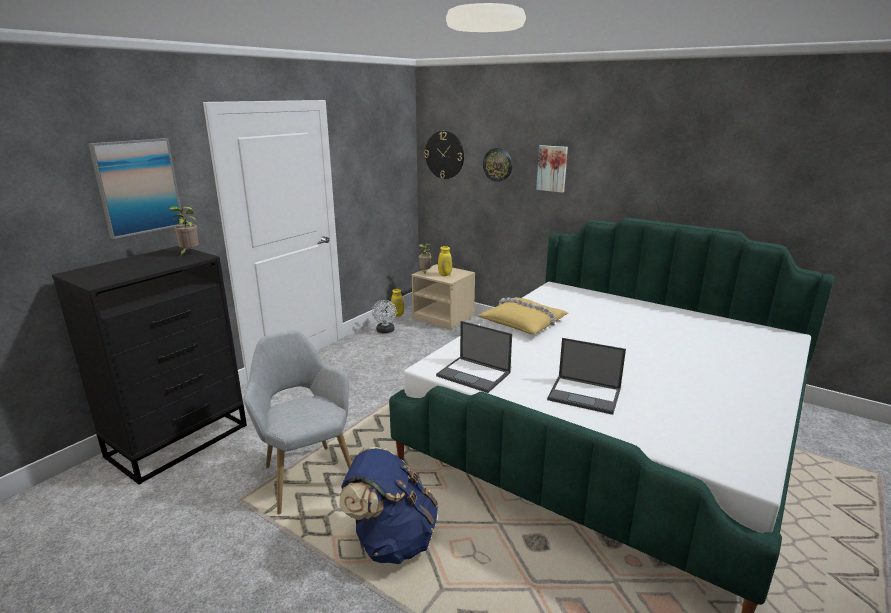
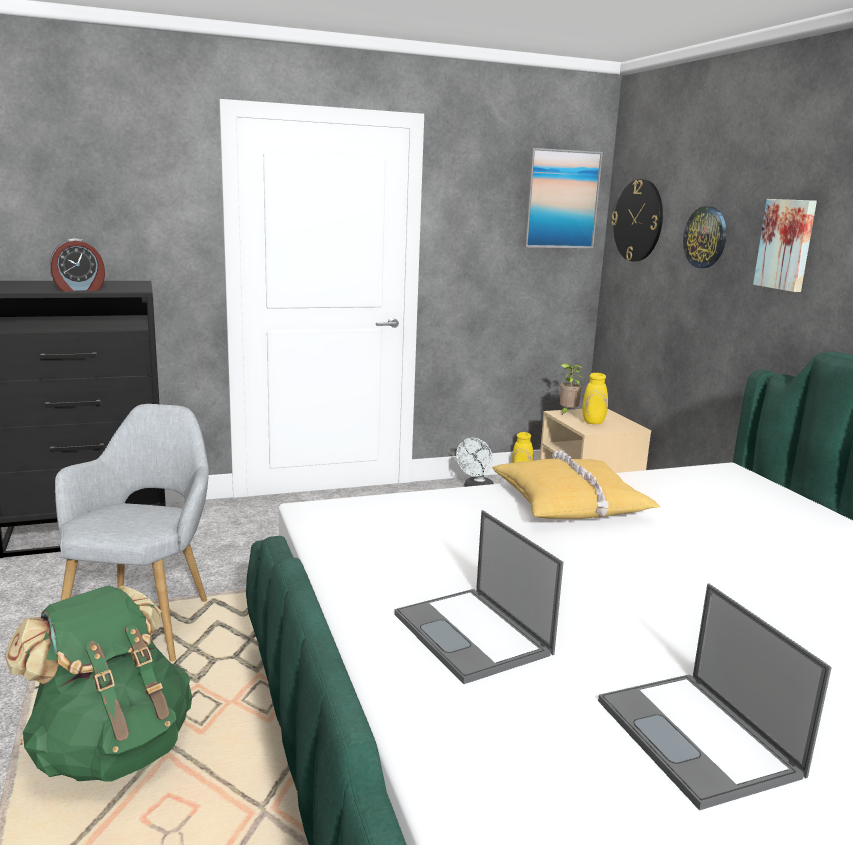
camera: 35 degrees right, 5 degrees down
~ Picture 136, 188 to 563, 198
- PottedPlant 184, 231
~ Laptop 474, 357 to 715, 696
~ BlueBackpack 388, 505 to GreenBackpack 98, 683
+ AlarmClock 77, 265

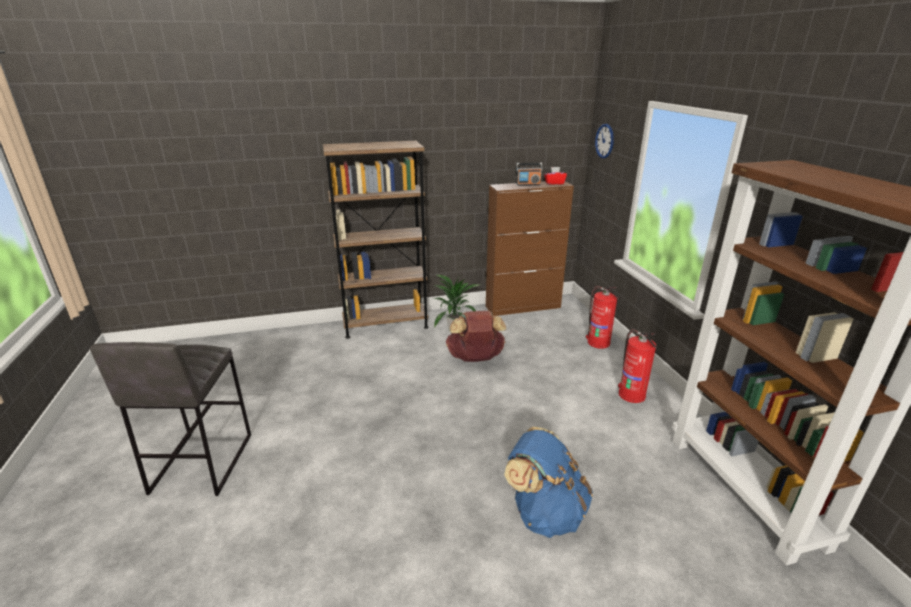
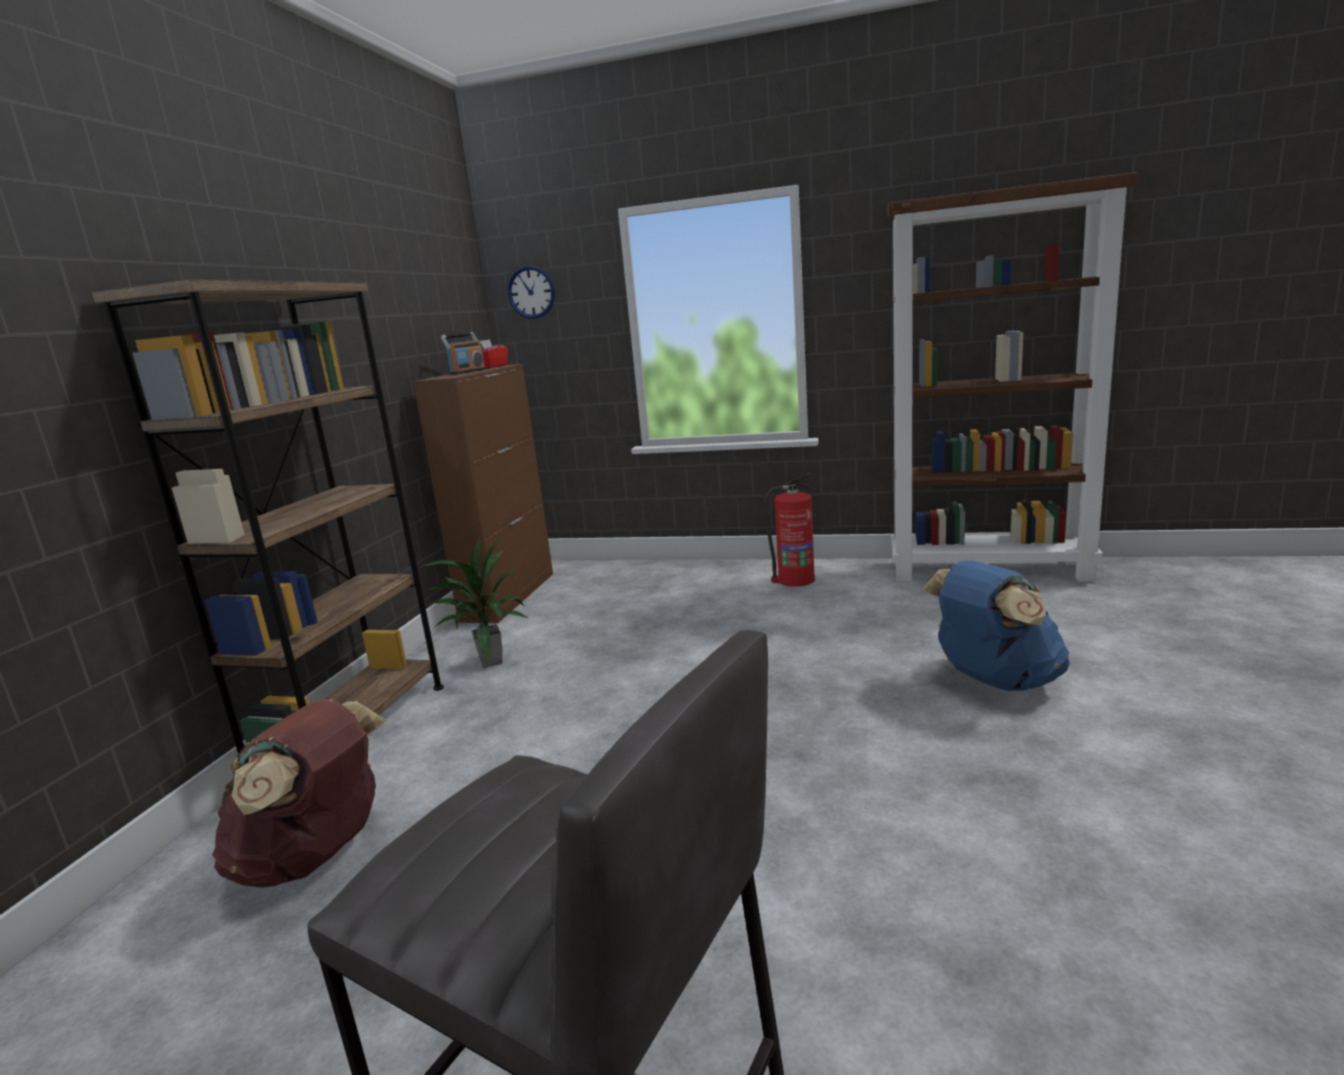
camera: 60 degrees left, 10 degrees down
- FireExtinguisher 602, 317
~ BrownBackpack 476, 336 to 299, 793

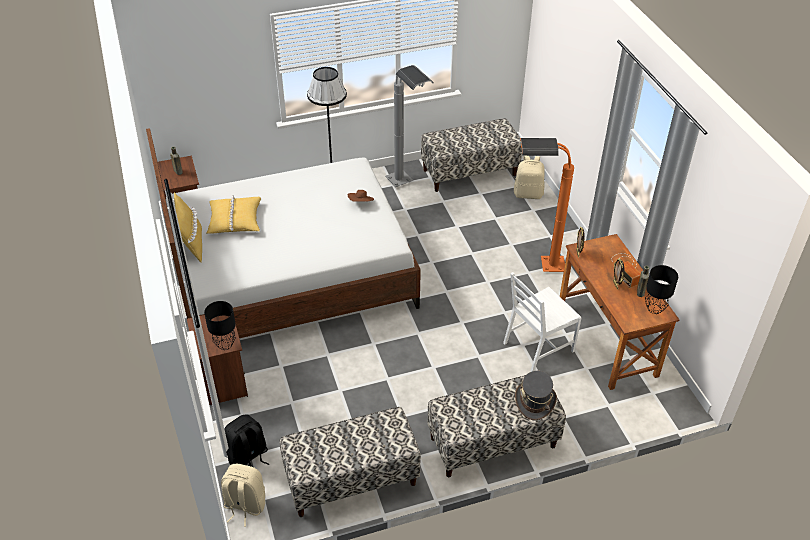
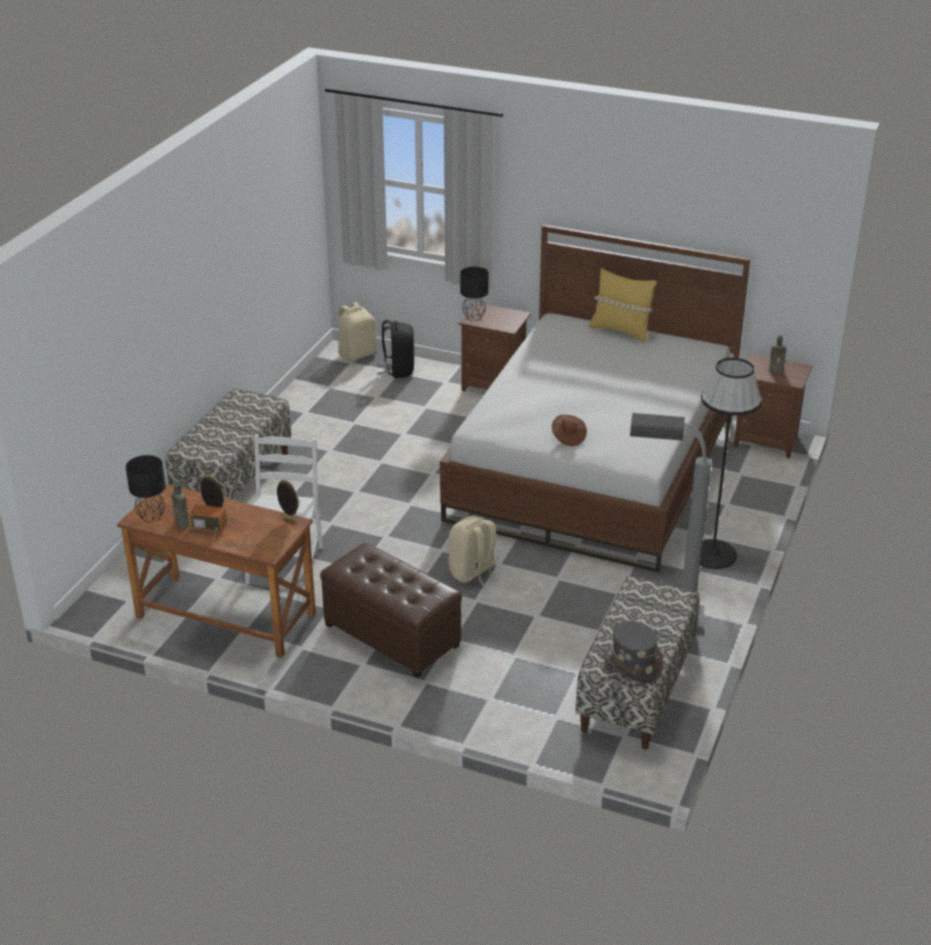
camera: 130 degrees right, 10 degrees down
~ OrangeFloorLamp 547, 205 to BrownOttoman 391, 610
~ BeigeBackpack 529, 177 to 475, 551
- YellowPillow 233, 214
~ GreyHat 536, 395 to 633, 652
- Bench 350, 462

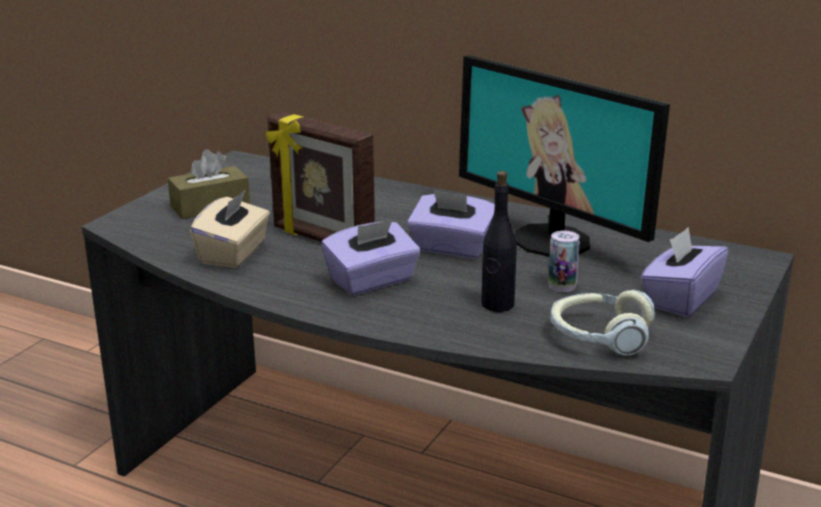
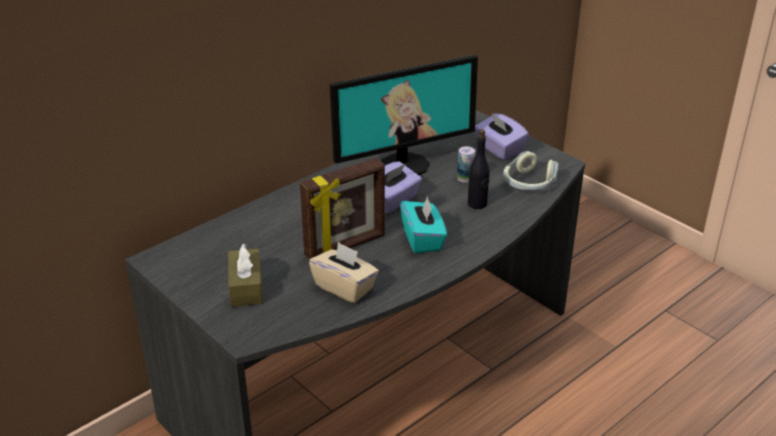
camera: 70 degrees left, 10 degrees up
~ PurpleTissueBox 371, 257 to TurquoiseTissueBox 423, 224

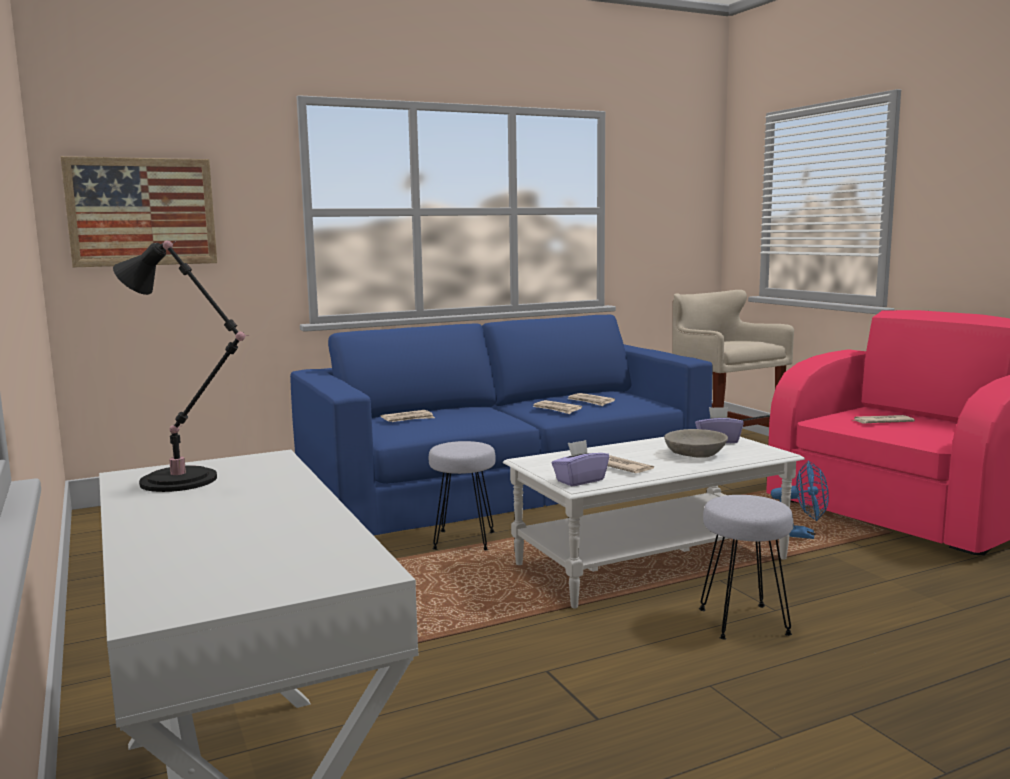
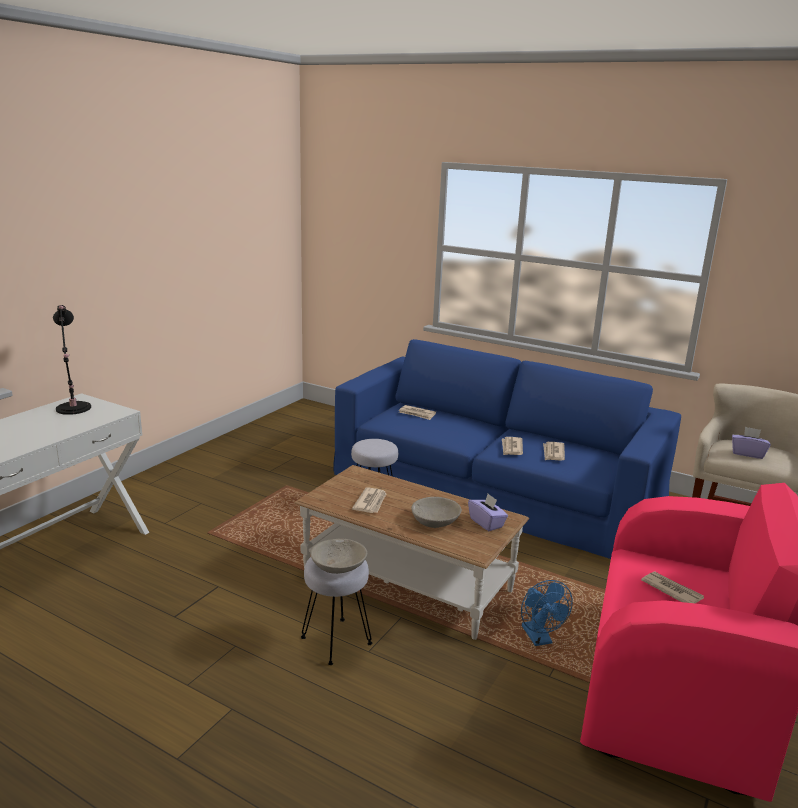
camera: 55 degrees right, 10 degrees up
- Picture 139, 211
~ WhiteCoffeeTable 654, 522 to BrownCoffeeTable 411, 552
~ PurpleTissueBox 580, 463 to 751, 443
+ GreyBowl 338, 556

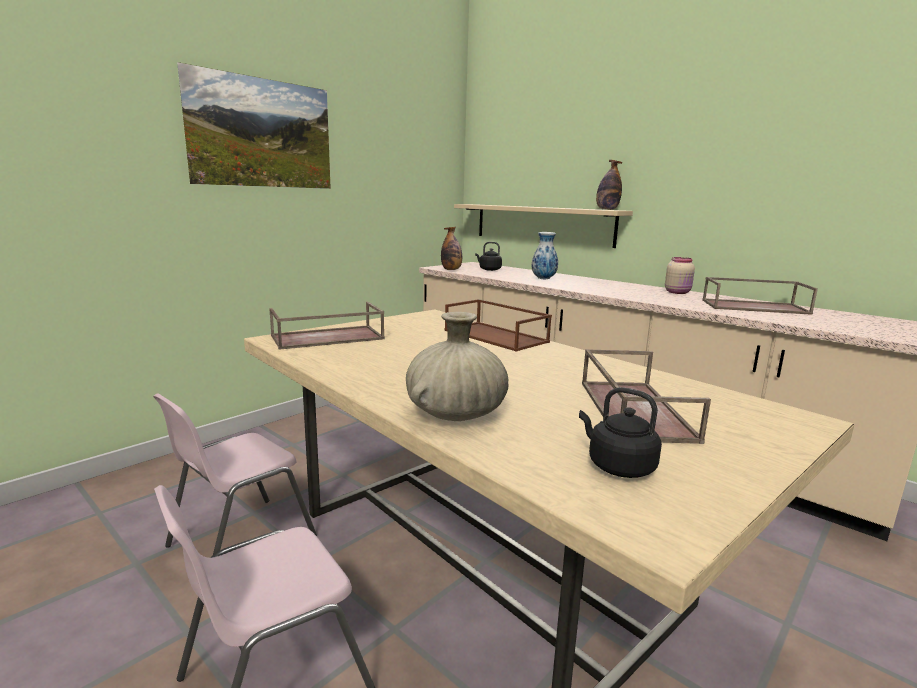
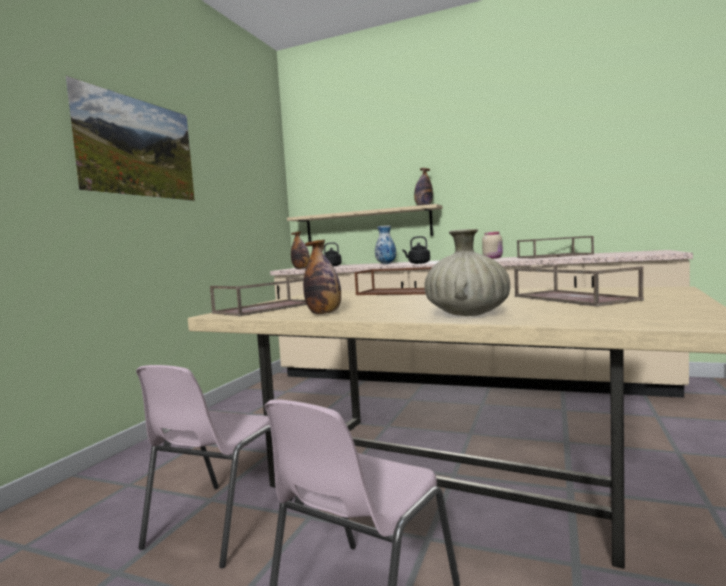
camera: 20 degrees left, 10 degrees down
~ BlackKettle 620, 432 to 416, 250
+ Bottle 322, 277

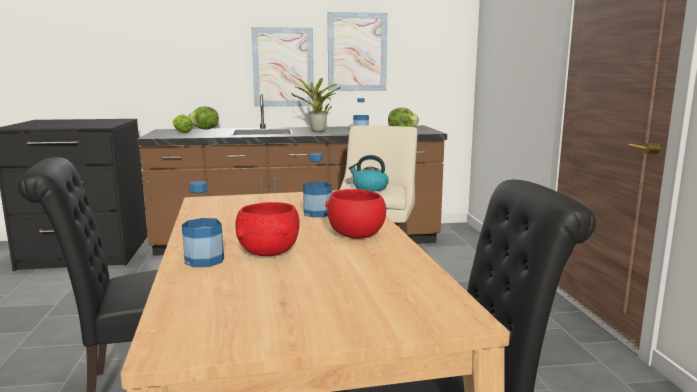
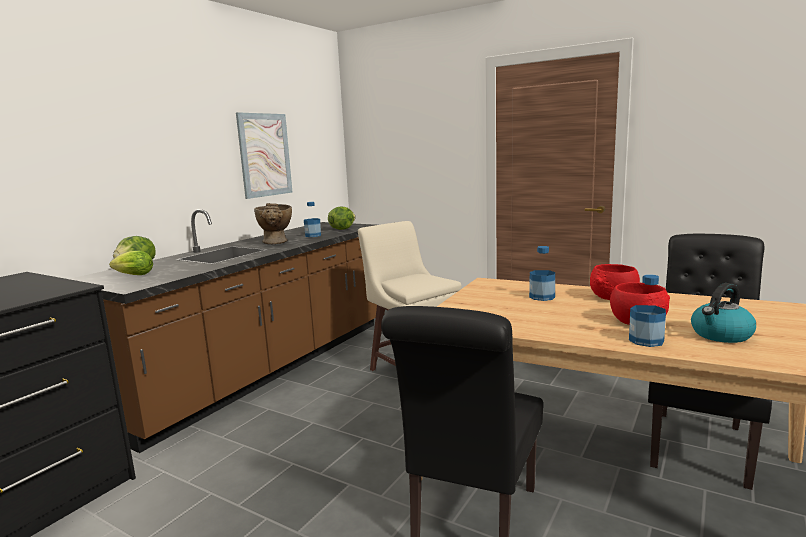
camera: 50 degrees left, 0 degrees up
- Picture 282, 67
~ PottedPlant 315, 105 to BeigeVase 273, 223
~ Kettle 369, 173 to 723, 313

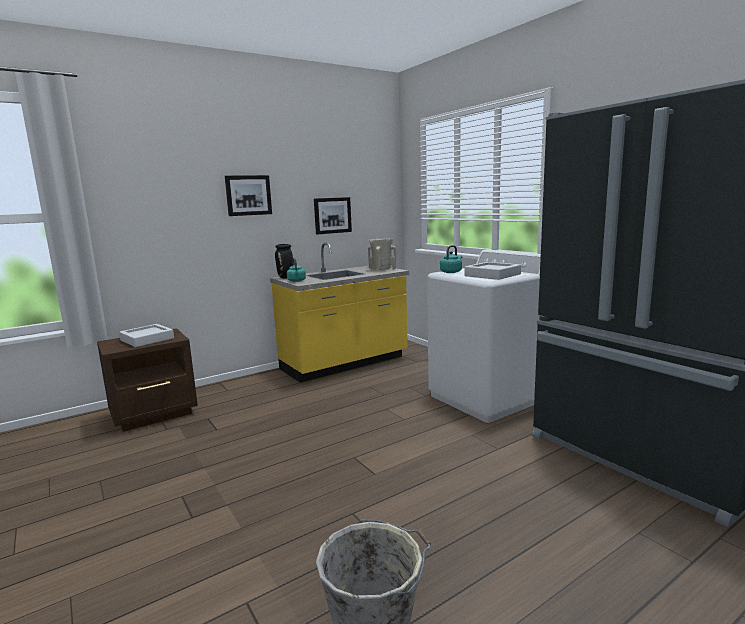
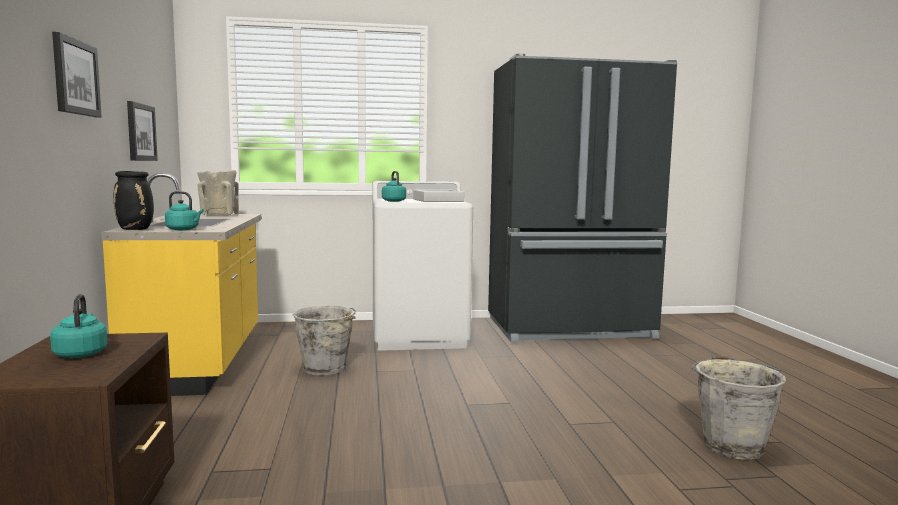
camera: 65 degrees left, 5 degrees down
~ GreyTray 146, 335 to TurquoiseKettle 79, 326
+ GreyBucket 324, 341

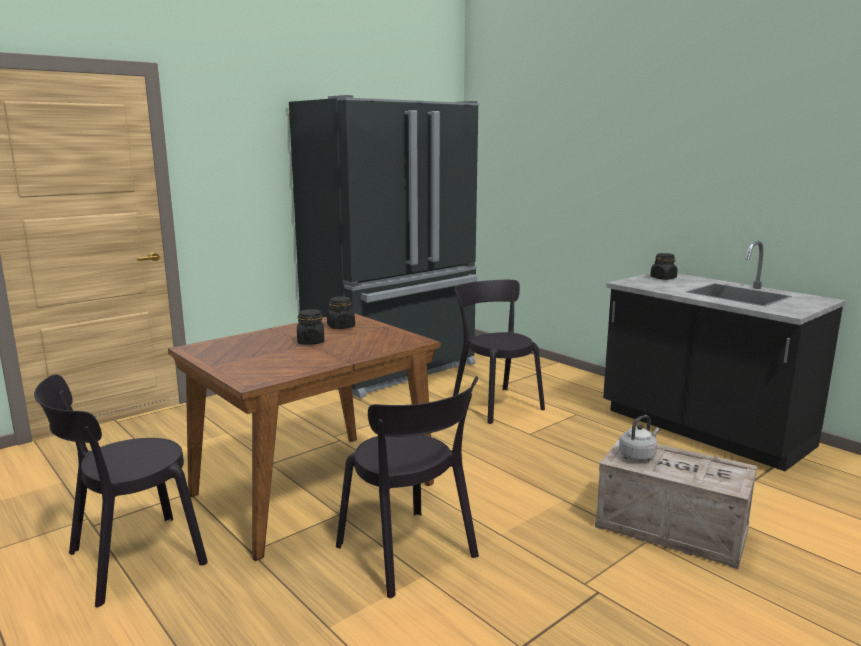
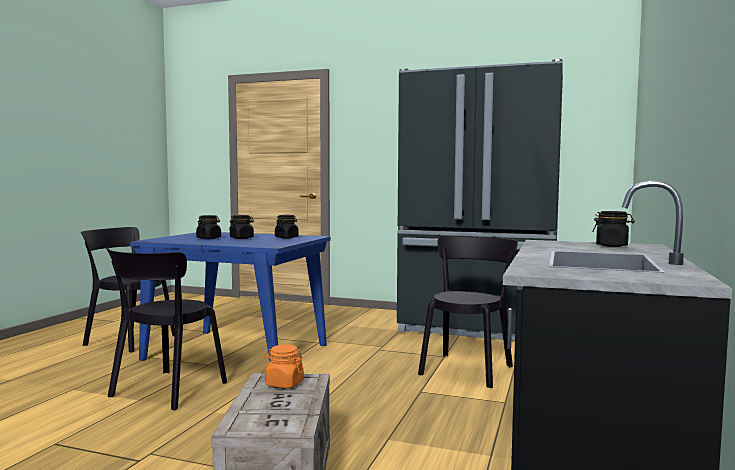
camera: 60 degrees right, 10 degrees down
~ BrownDiningTable 304, 437 to BlueDiningTable 230, 297
~ GreyKettle 639, 438 to OrangeJar 284, 366
+ BlackJar 208, 227

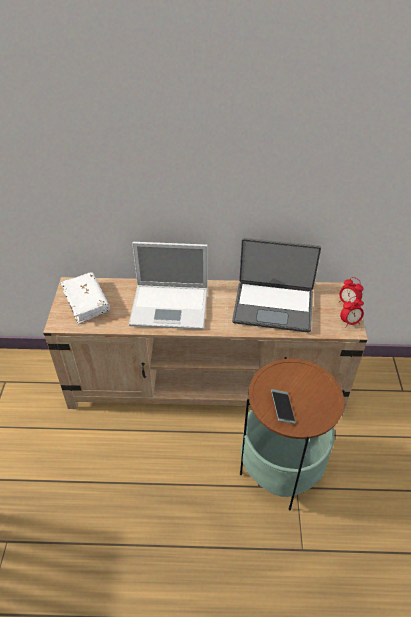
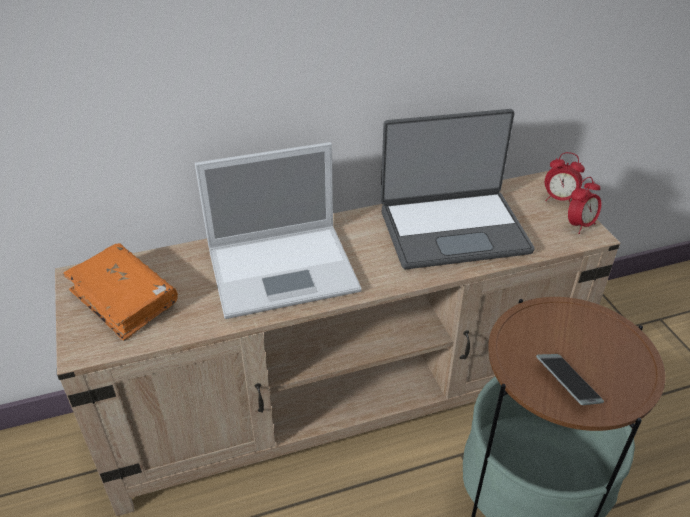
camera: 20 degrees left, 5 degrees down
~ WhiteBook 85, 299 to OrangeBook 120, 292

